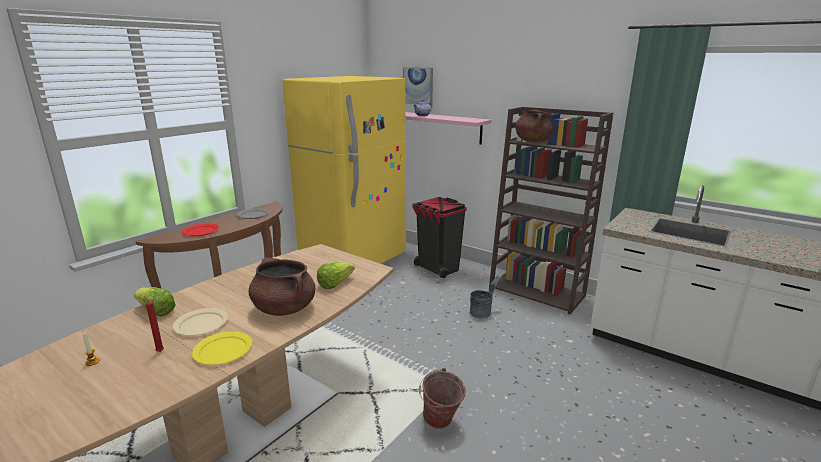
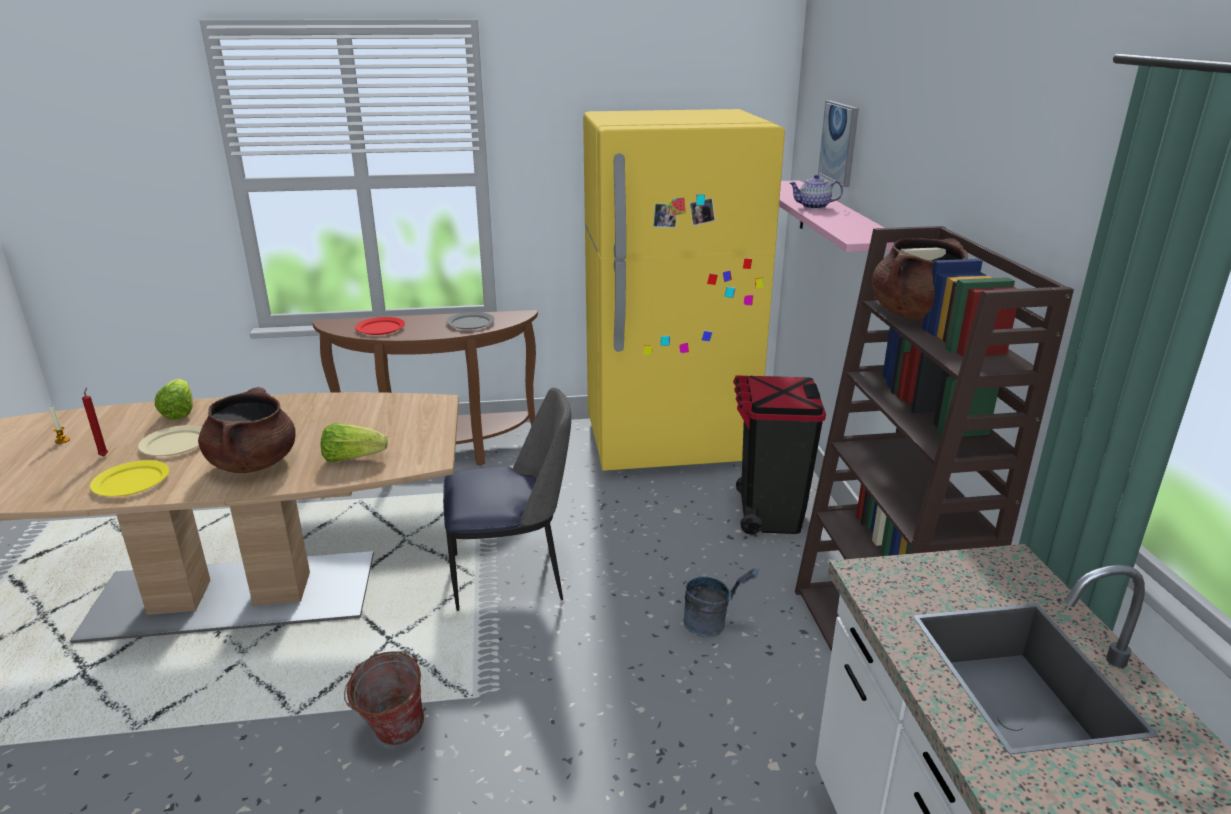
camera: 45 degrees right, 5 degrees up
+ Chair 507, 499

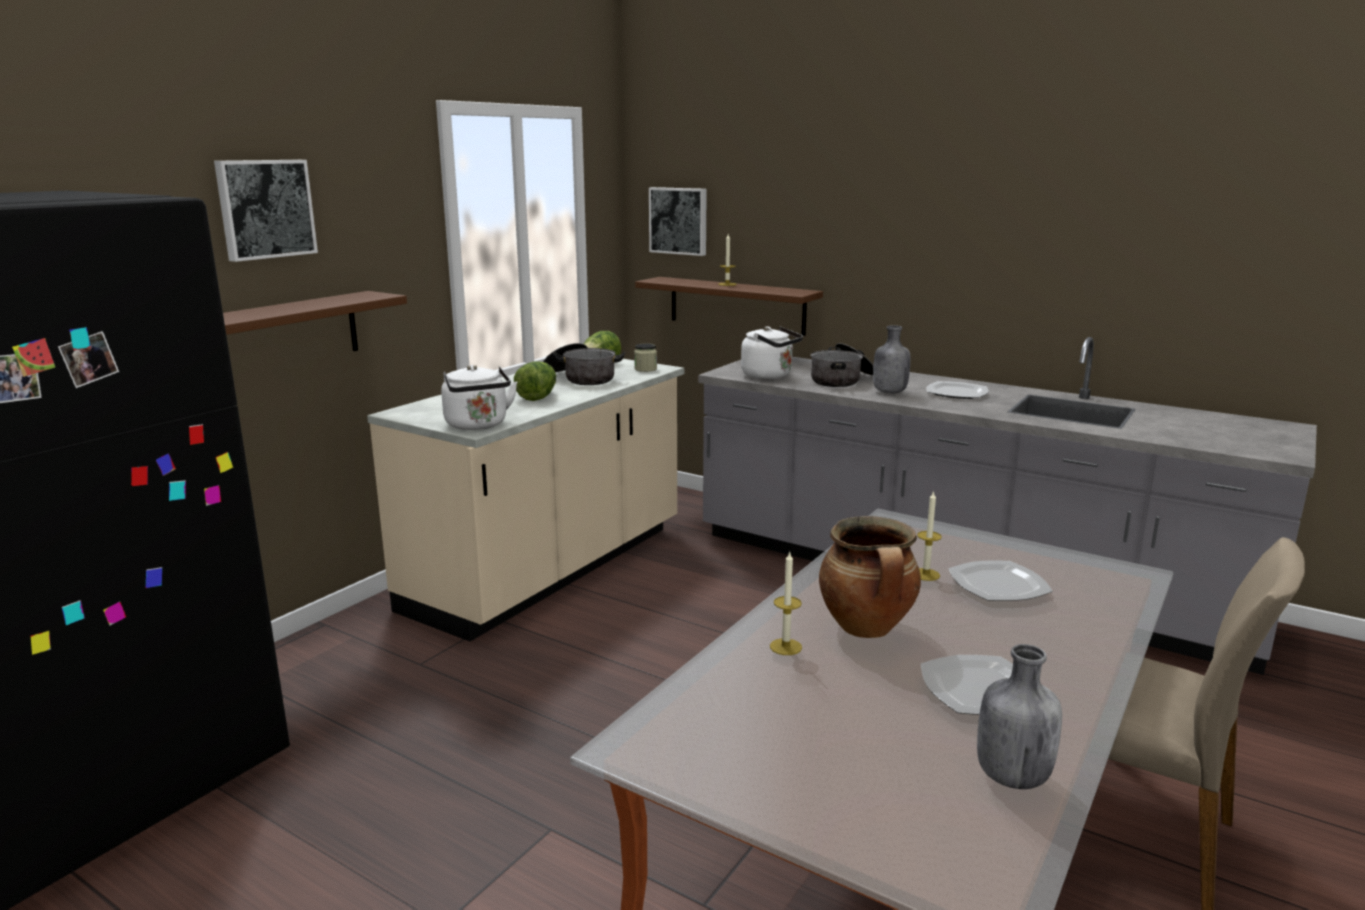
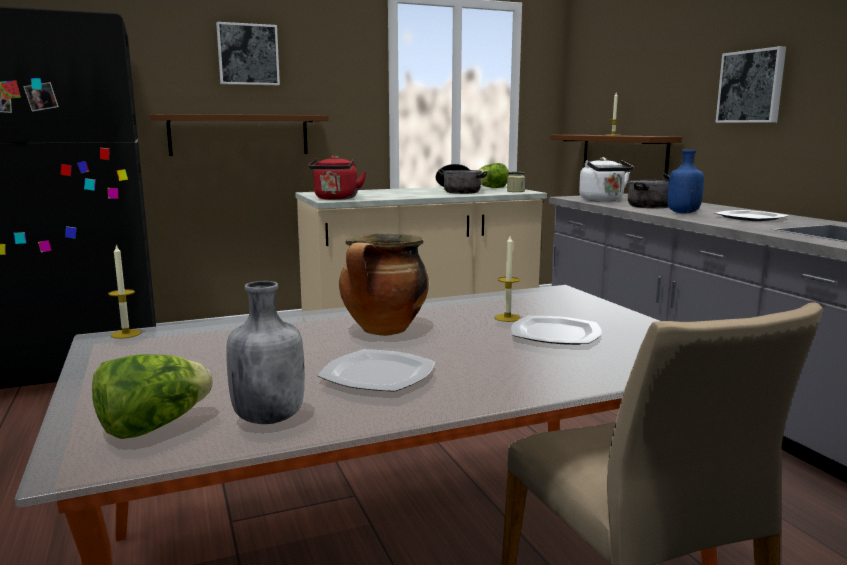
camera: 35 degrees right, 5 degrees down
~ Picture 678, 221 to 750, 84
~ GreyBottle 891, 359 to BlueBottle 685, 182
~ Lettuce 535, 381 to 152, 396
~ WhiteKettle 479, 397 to RedKettle 337, 177
~ Candle 786, 603 to 124, 291

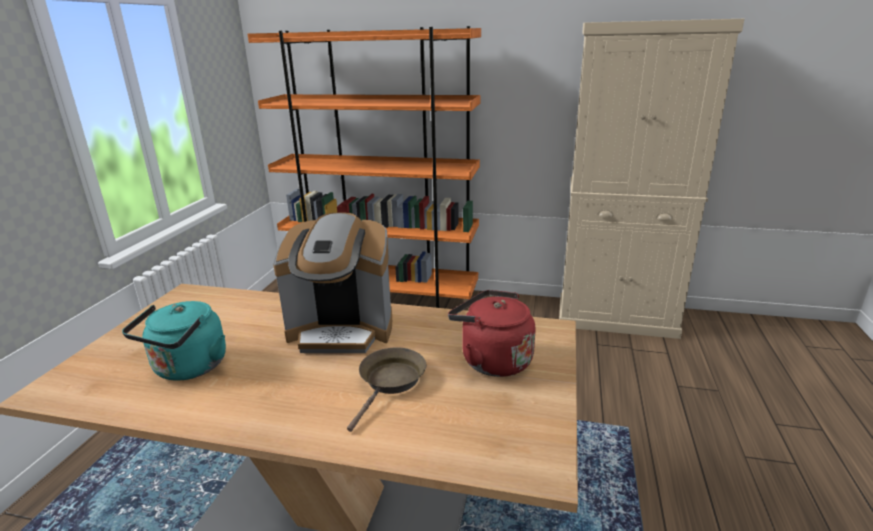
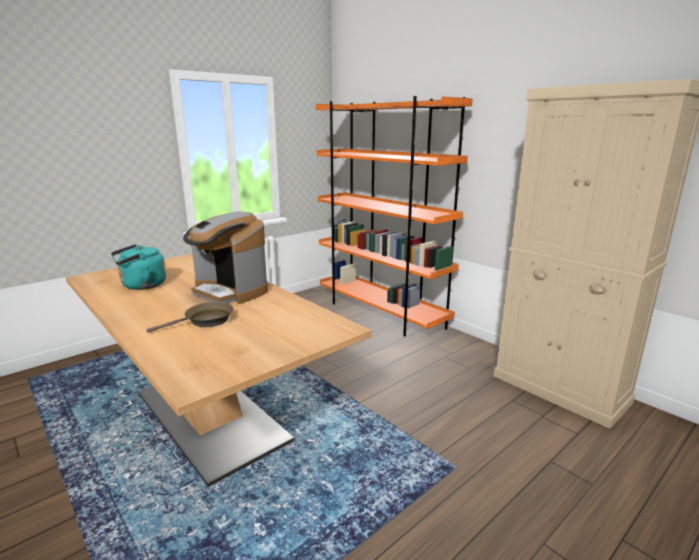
camera: 35 degrees right, 5 degrees down
- RedKettle 492, 333

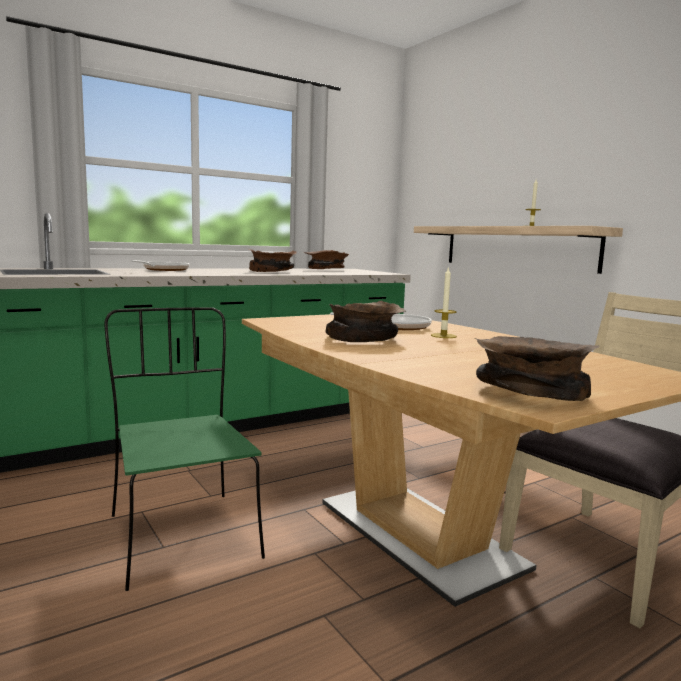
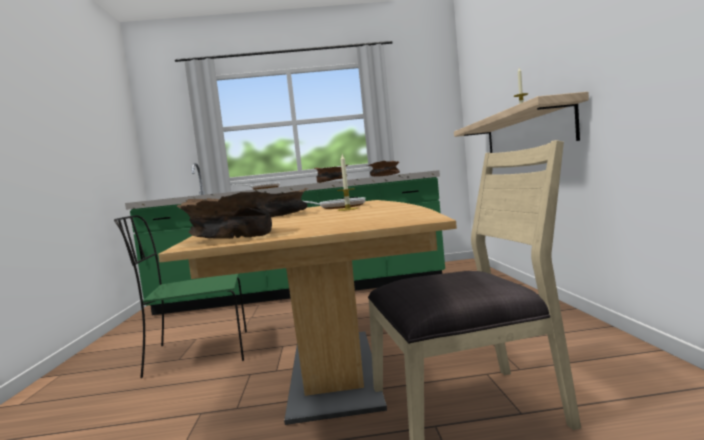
camera: 30 degrees right, 5 degrees down
~ GreenChair 184, 449 = 180, 296 105 degrees counterclockwise

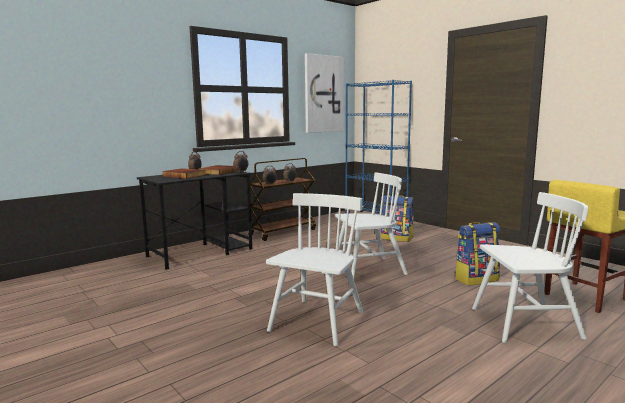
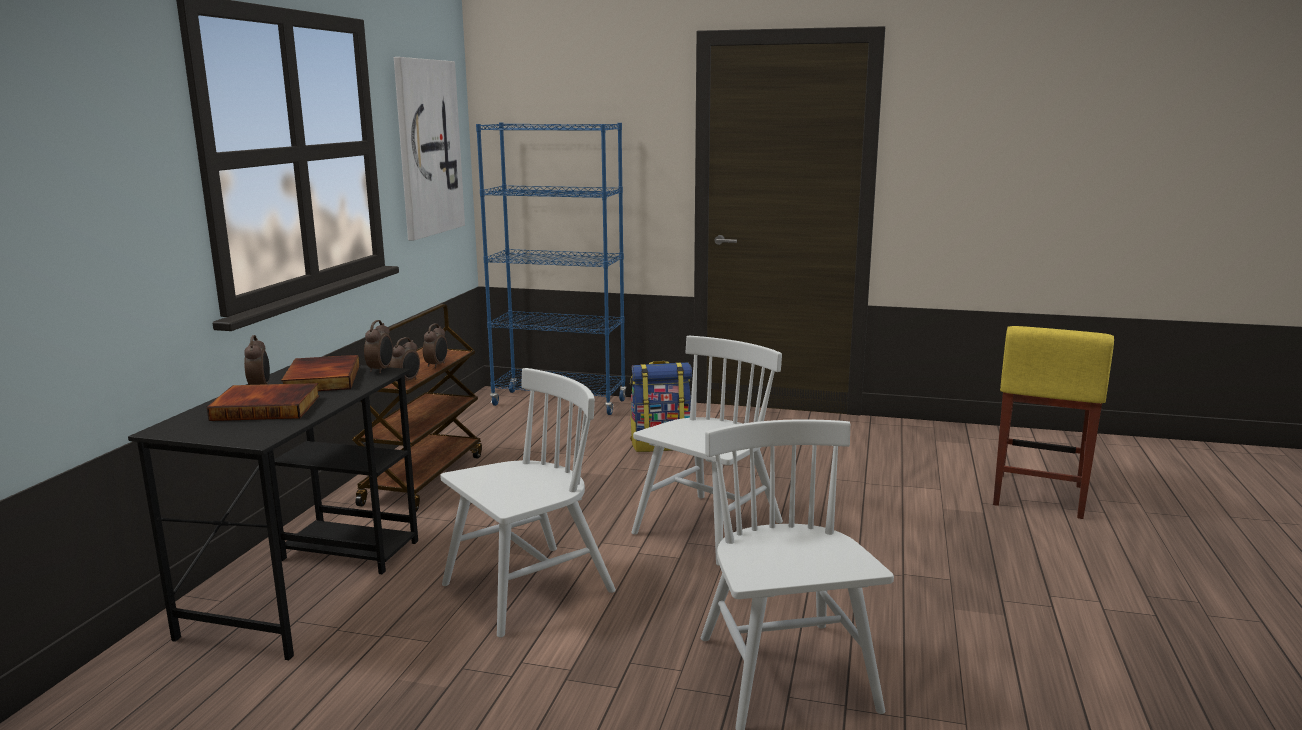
camera: 35 degrees left, 5 degrees up
~ WhiteChair 530, 267 to 528, 503
- Backpack 477, 254

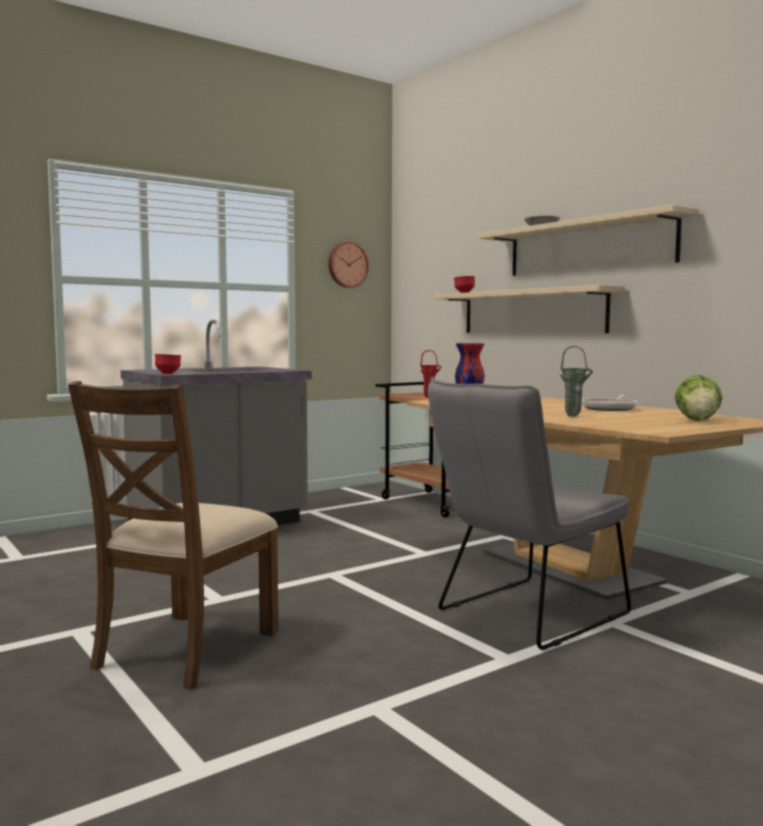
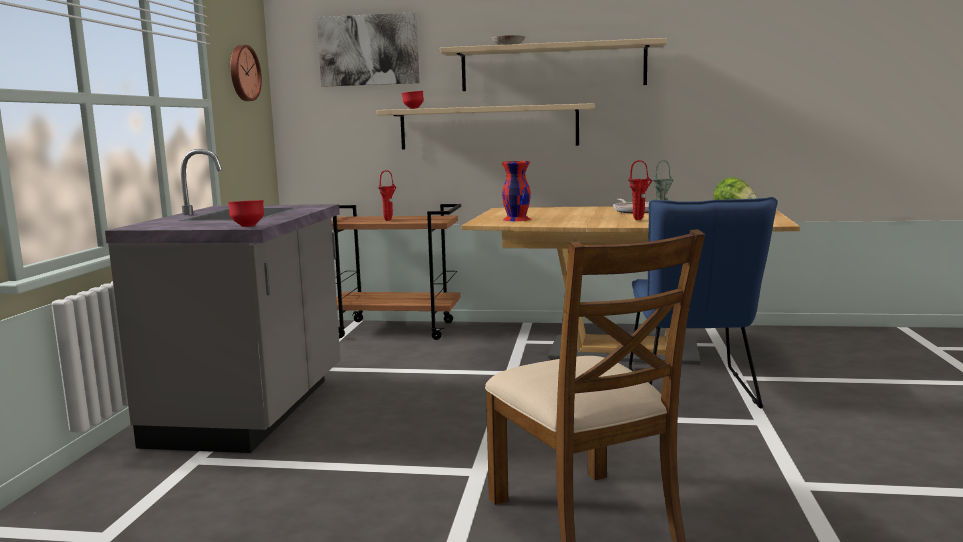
camera: 45 degrees left, 5 degrees up
~ GreyChair 529, 514 to BlueChair 703, 302
+ Picture 368, 49
+ RedVase 640, 190

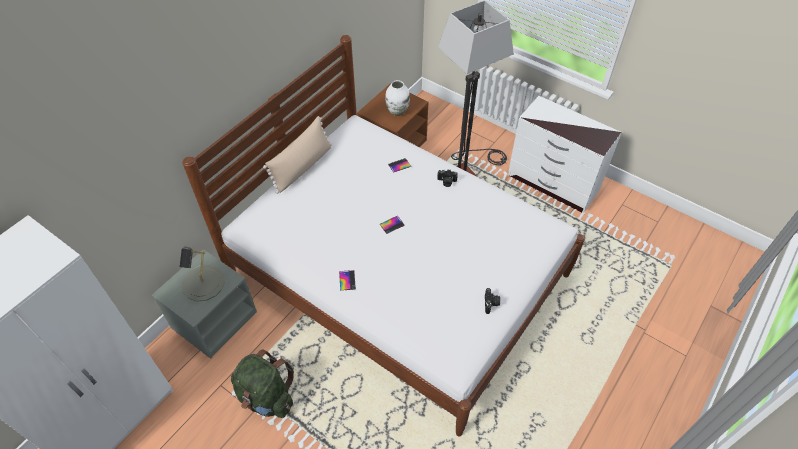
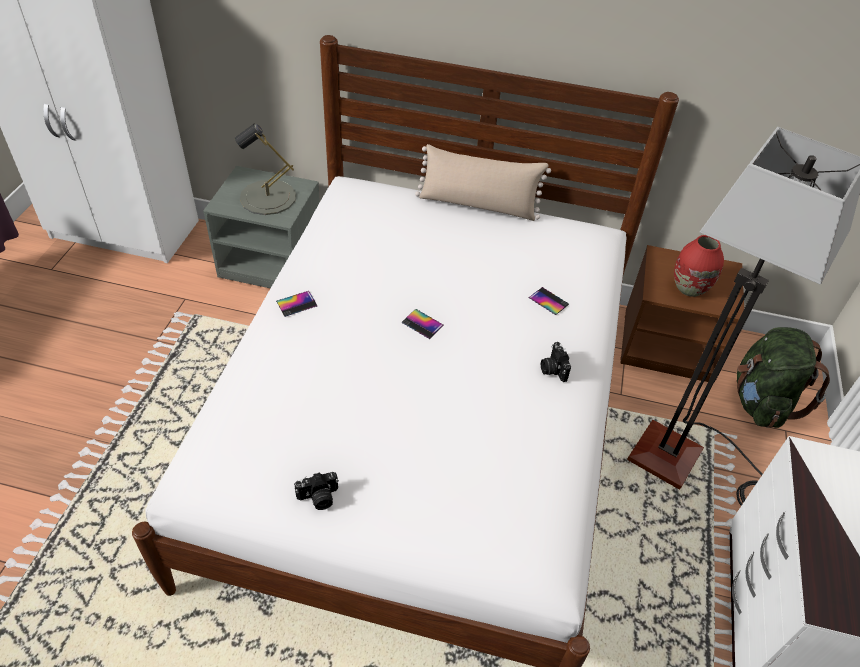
camera: 65 degrees right, 5 degrees down
~ WhiteVase 397, 98 to RedVase 699, 266
~ GreenBackpack 262, 383 to 783, 377

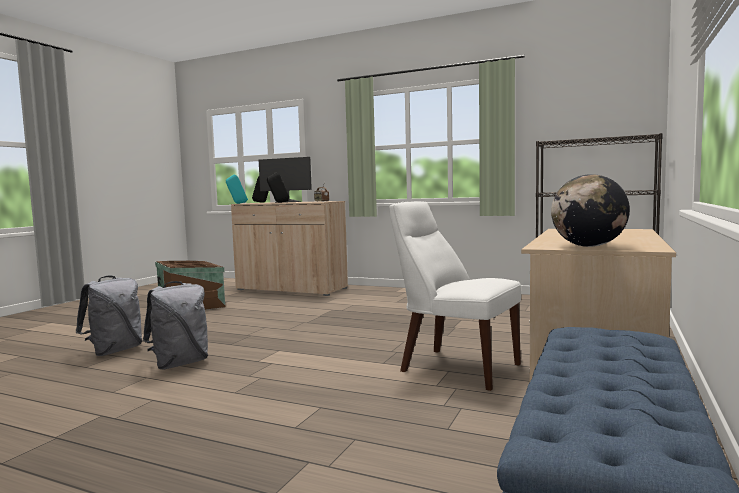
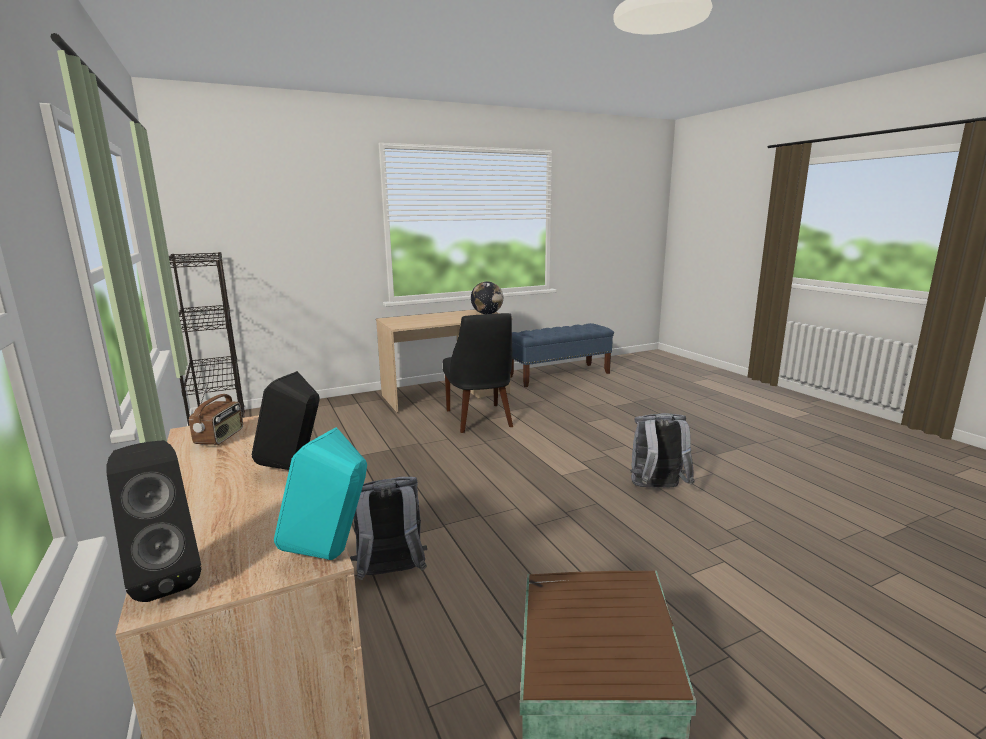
camera: 140 degrees left, 10 degrees up
- Monitor 285, 180
~ WhiteChair 455, 296 to BlackChair 478, 373
~ GreyBackpack 109, 315 to 388, 528

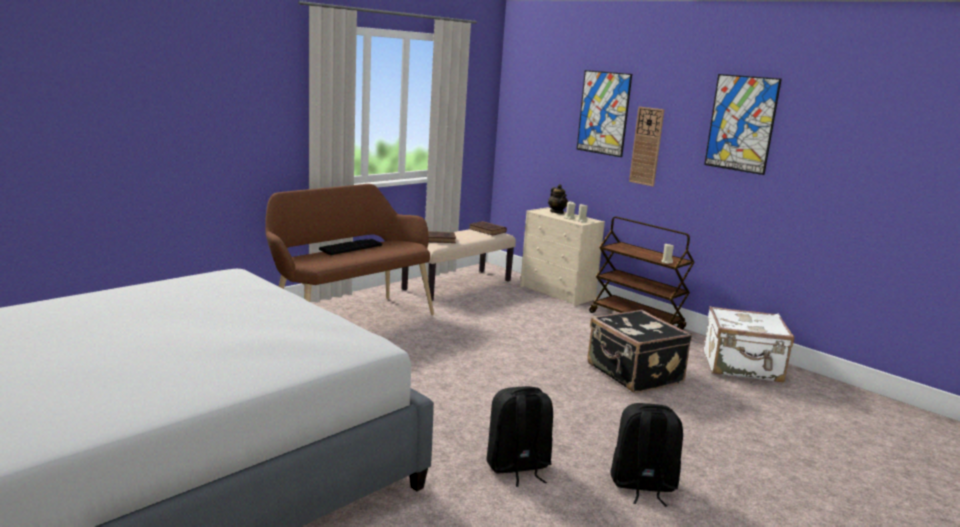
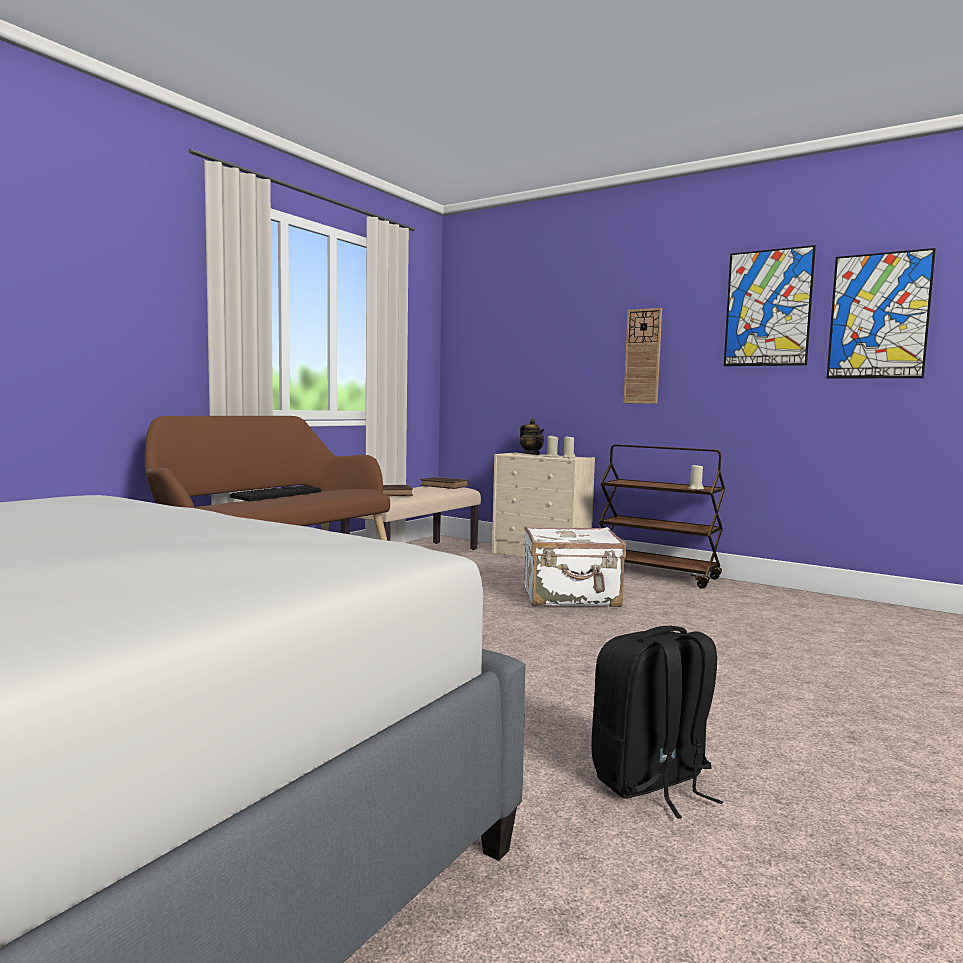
camera: 10 degrees left, 10 degrees down
~ Picture 604, 113 to 881, 313
~ WhiteSuitcase 749, 344 to 575, 566
- BlackSuitcase 639, 351
- BlackBackpack 646, 455

